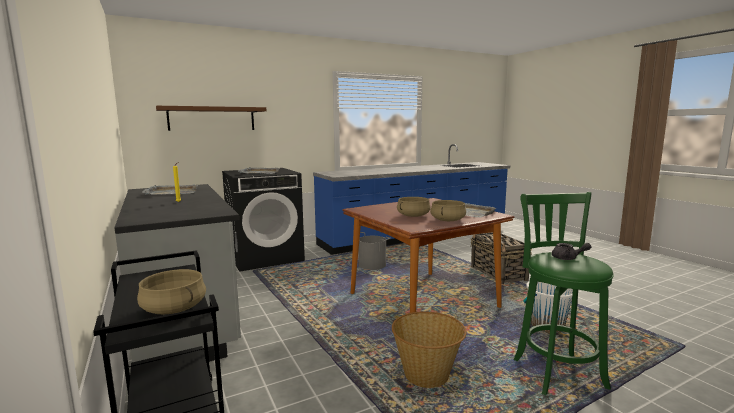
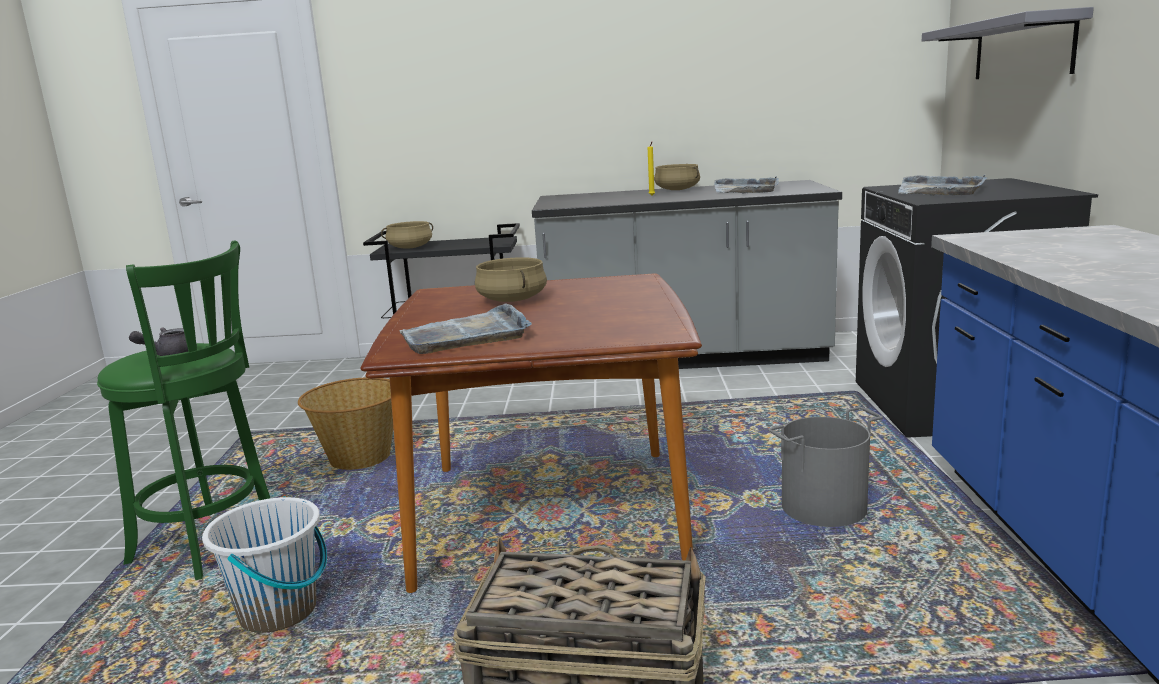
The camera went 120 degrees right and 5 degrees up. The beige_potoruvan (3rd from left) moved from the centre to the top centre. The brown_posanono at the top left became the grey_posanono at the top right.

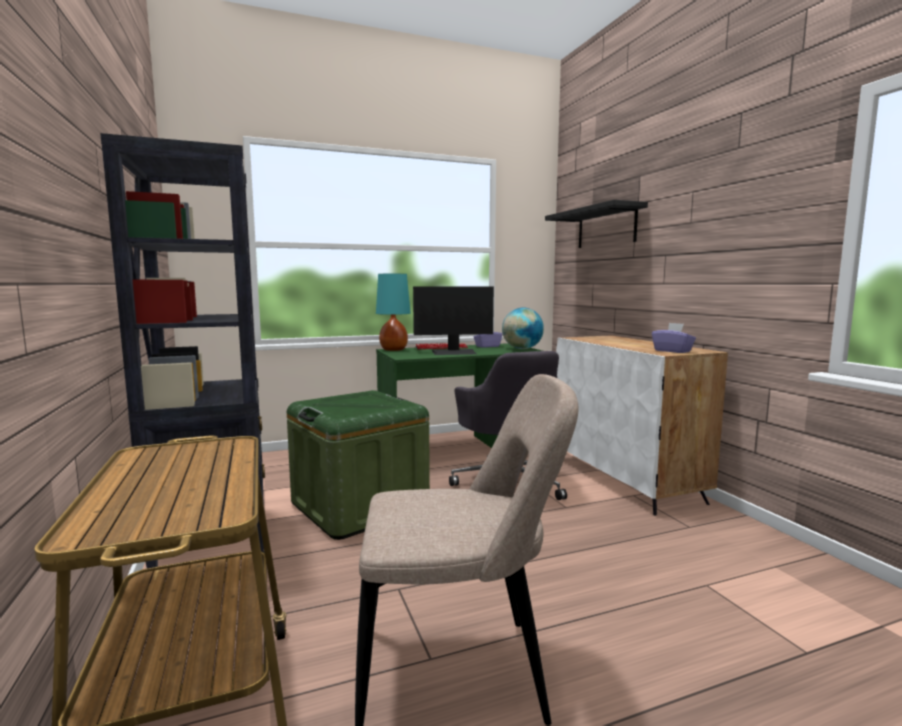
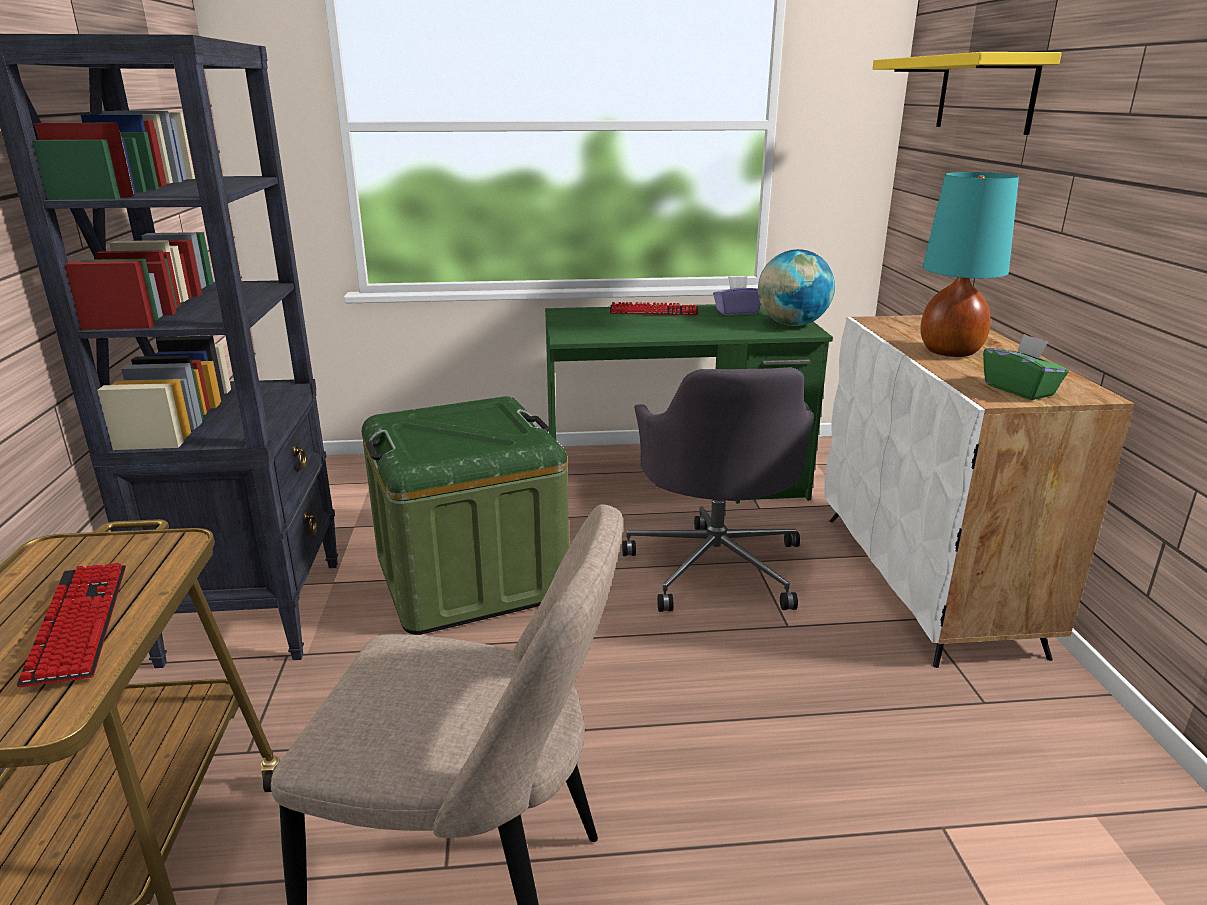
The camera went 15 degrees right and 15 degrees up. The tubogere (1st from left) at the bottom left appeared. The black_posanono at the top centre became the yellow_posanono at the top right. The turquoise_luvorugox moved from the centre to the top right. The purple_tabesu (2nd from left) at the middle right became the green_tabesu at the middle right. The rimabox at the centre disappeared.

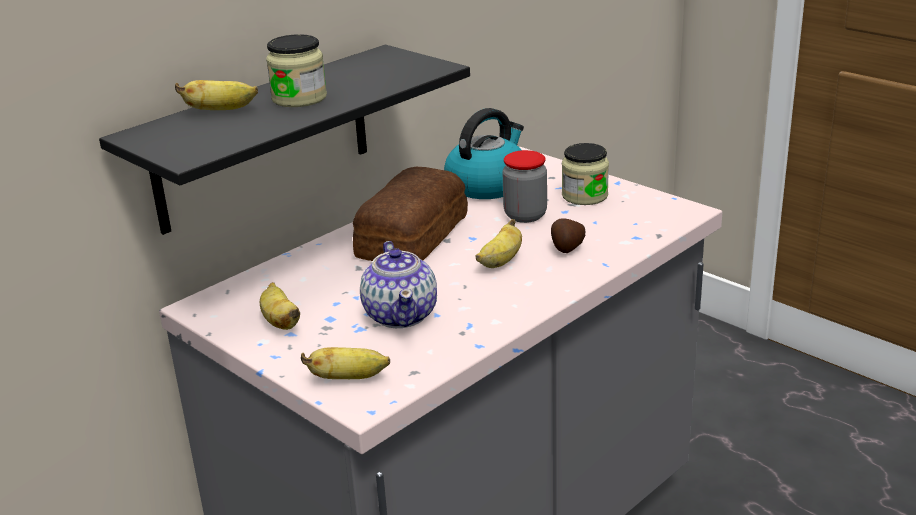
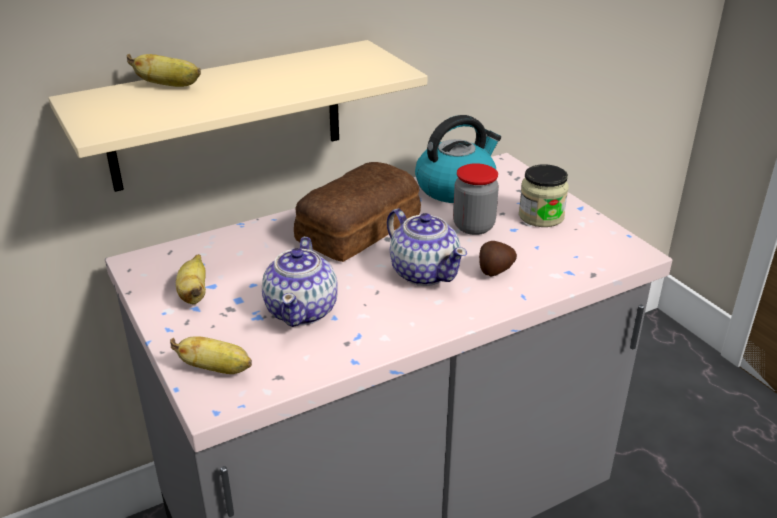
The camera went 15 degrees right and 5 degrees up. The black_posanono at the top left became the beige_posanono at the top left. The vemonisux (4th from left) at the centre was replaced by the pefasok (2nd from left) at the centre. The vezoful (1st from left) at the top left disappeared.

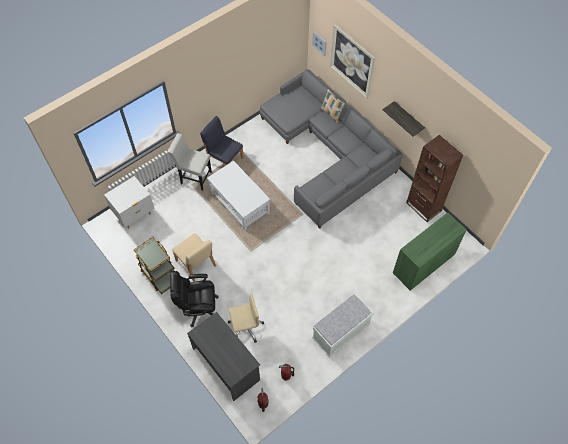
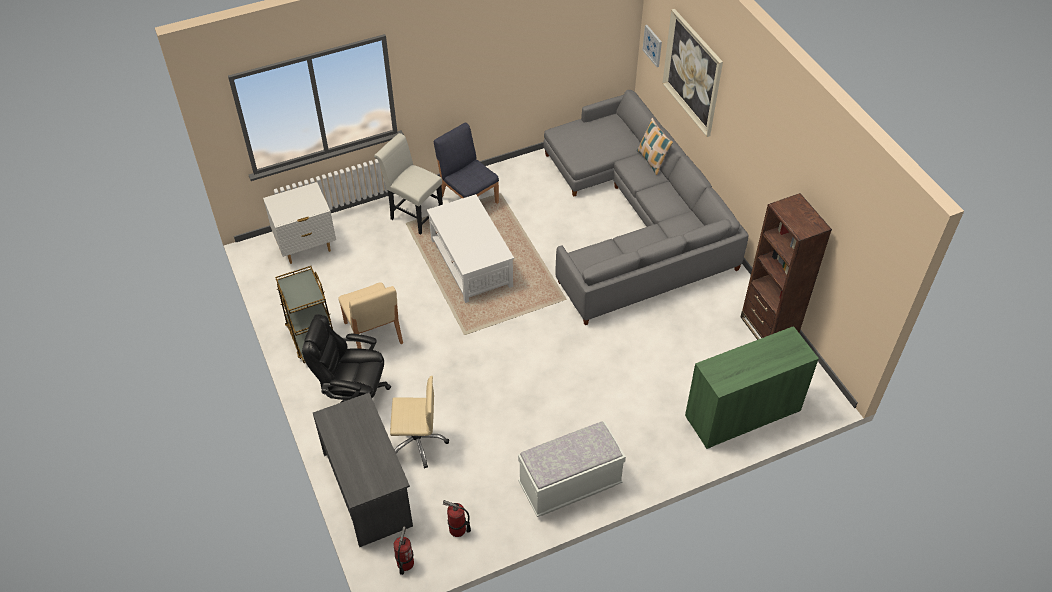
The camera went 15 degrees right and 10 degrees down. The posanono at the top right disappeared.

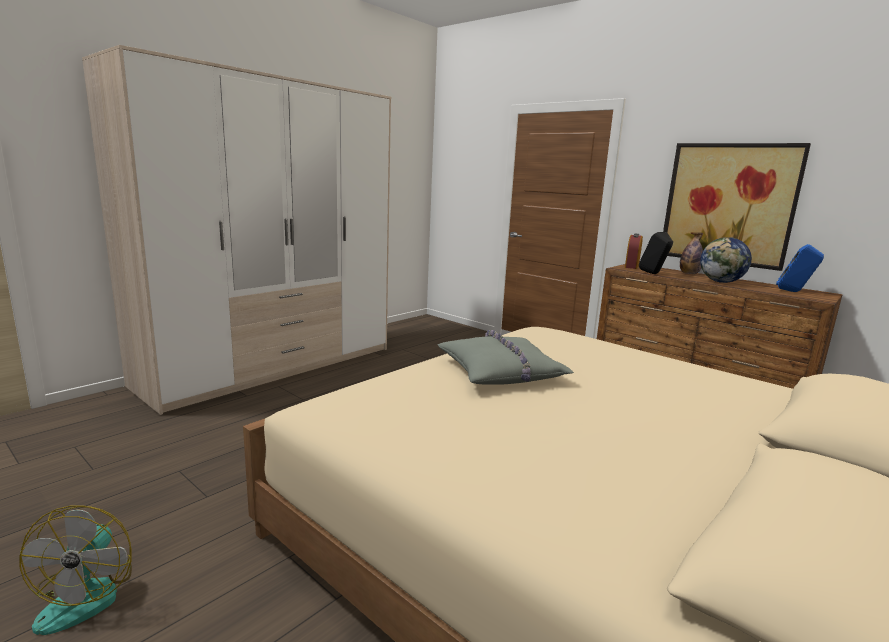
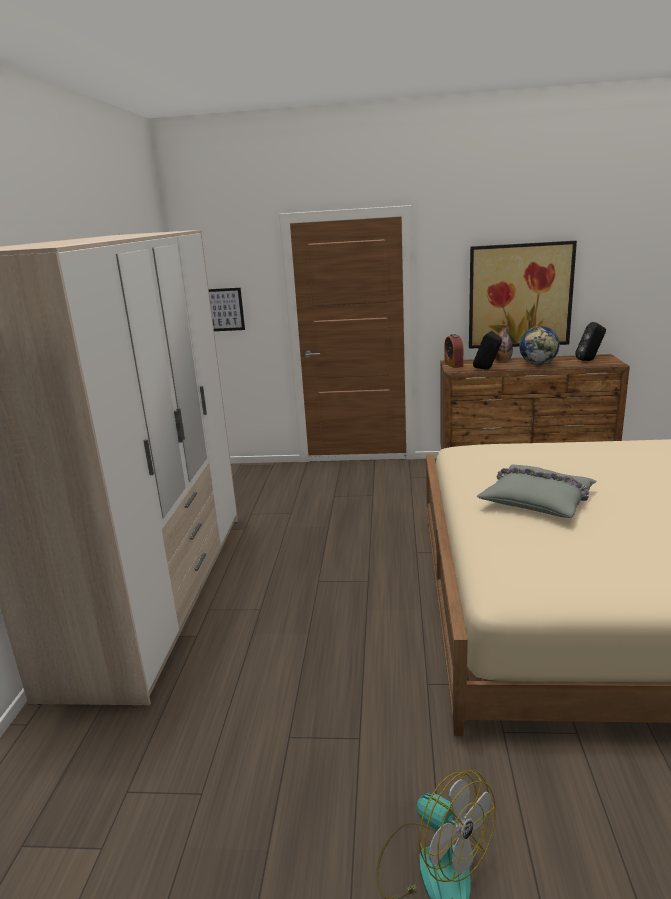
The camera went 35 degrees left and 5 degrees up. The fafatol (1st from left) at the centre appeared. The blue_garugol at the middle right became the black_garugol (2nd from left) at the middle right.

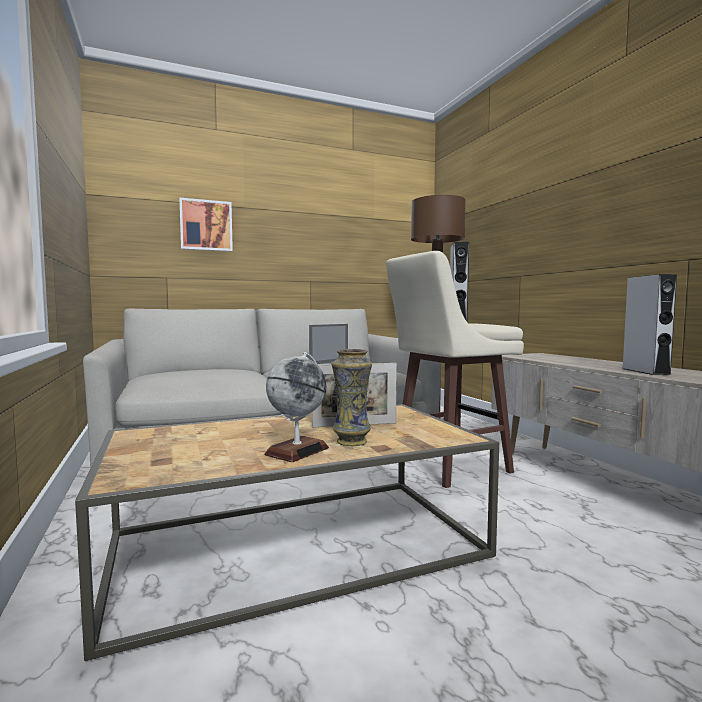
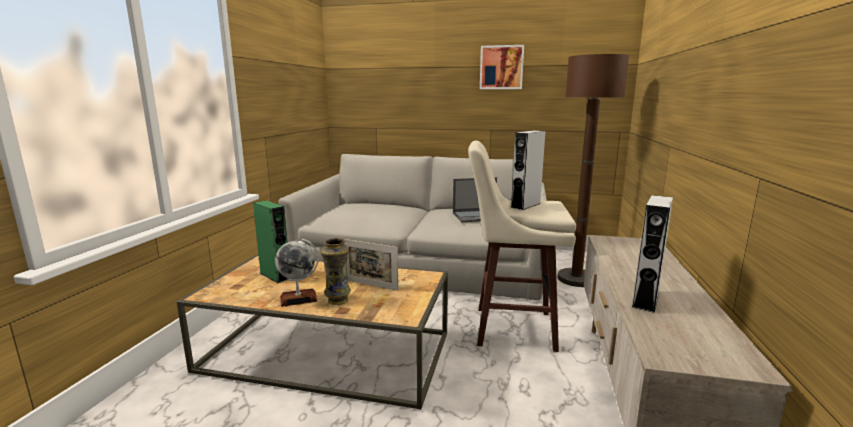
The camera went 35 degrees right and 10 degrees up. The green_garugol at the middle left appeared. The fafatol moved from the top left to the top centre.

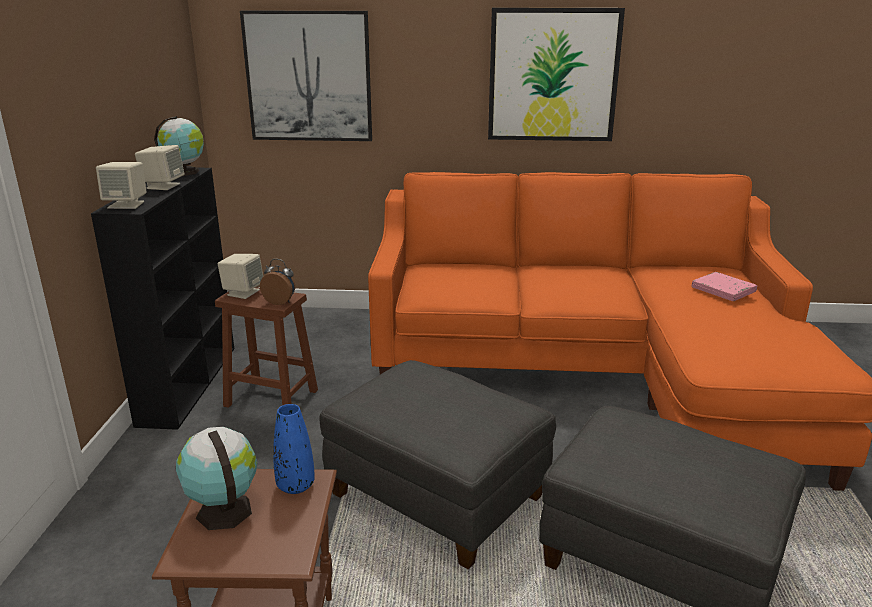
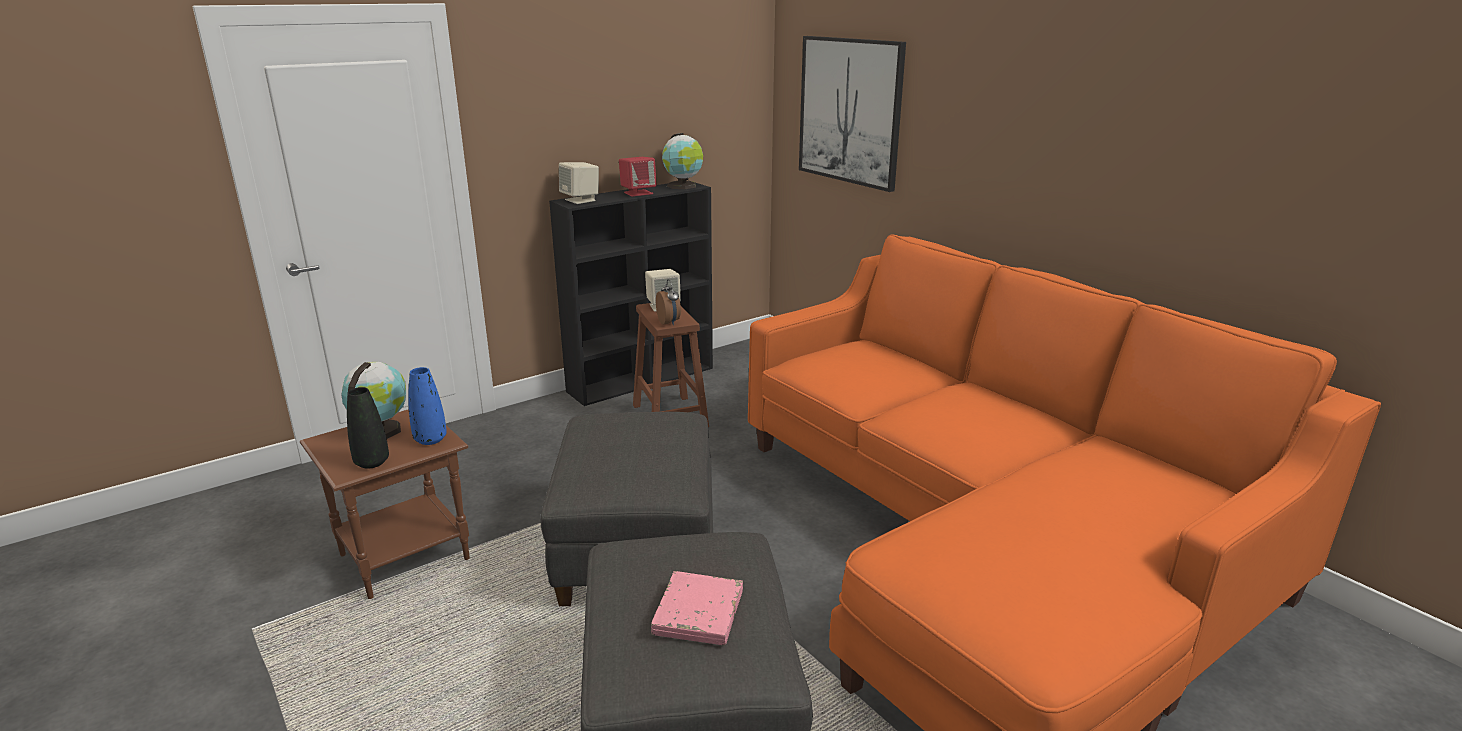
The camera went 50 degrees right and 0 degrees up. The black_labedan at the middle left appeared. The beige_garugol (2nd from left) at the top left became the red_garugol at the top centre. The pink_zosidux moved from the middle right to the bottom centre. The fafatol (2nd from left) at the top centre disappeared.

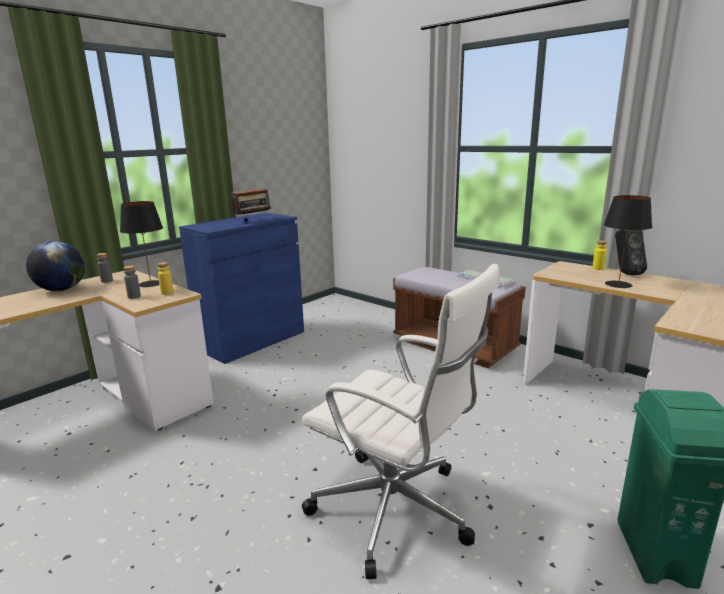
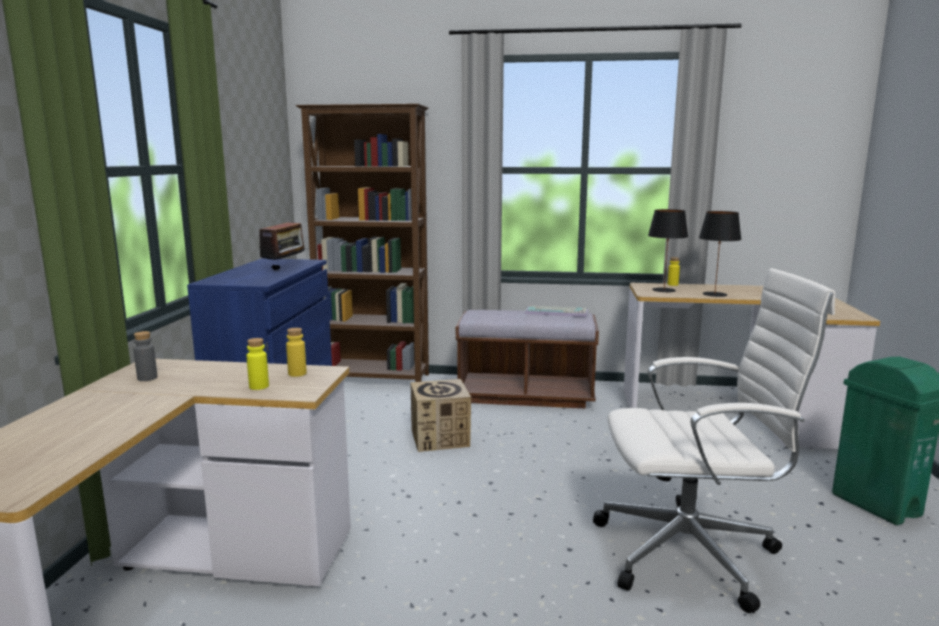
The camera went 35 degrees left and 5 degrees down. The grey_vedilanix (2nd from left) at the middle left became the yellow_vedilanix (1st from left) at the middle left. The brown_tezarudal at the centre appeared. The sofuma at the centre appeared. The black_luvorugox (1st from left) moved from the middle left to the middle right. The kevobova at the middle left disappeared. The black_garugol at the middle right disappeared.

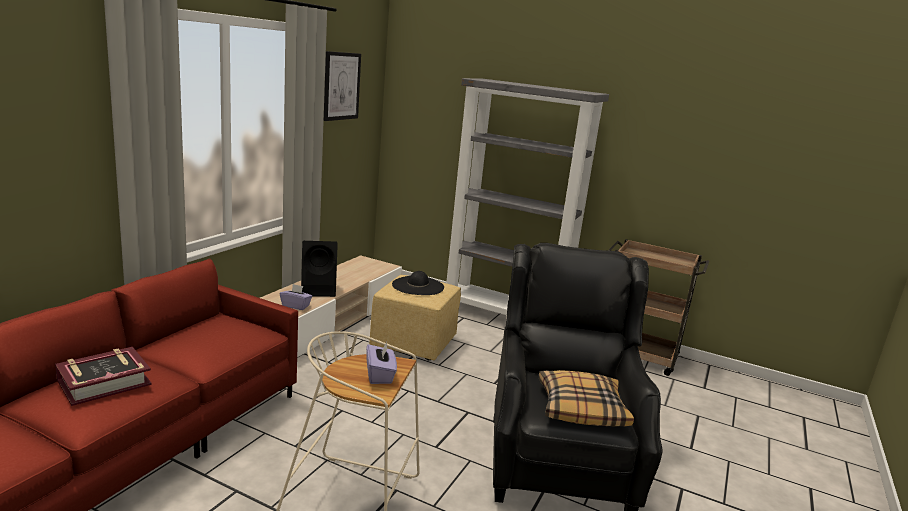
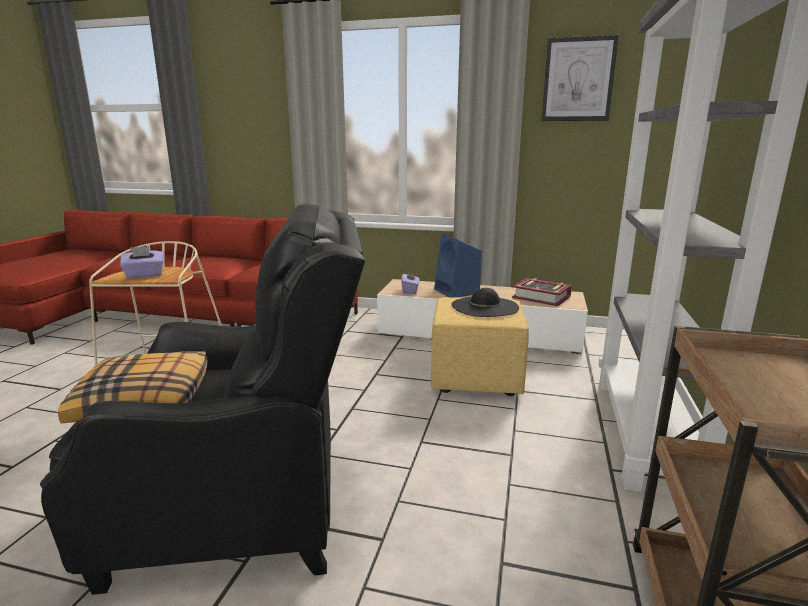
The camera went 80 degrees right and 0 degrees up. The black_garugol at the centre became the blue_garugol at the centre. The zosidux moved from the bottom left to the middle right.

